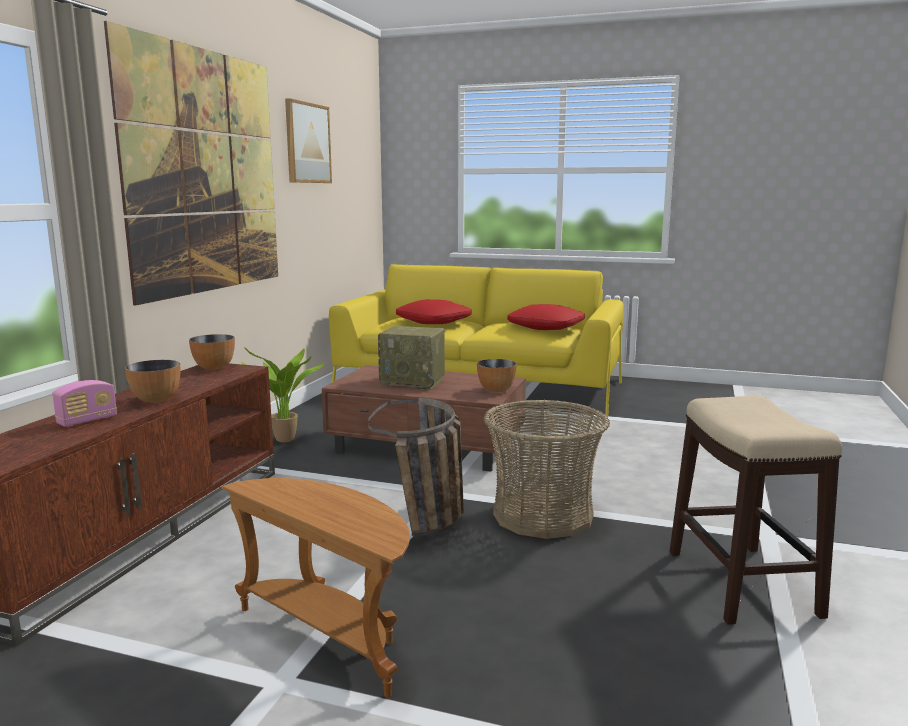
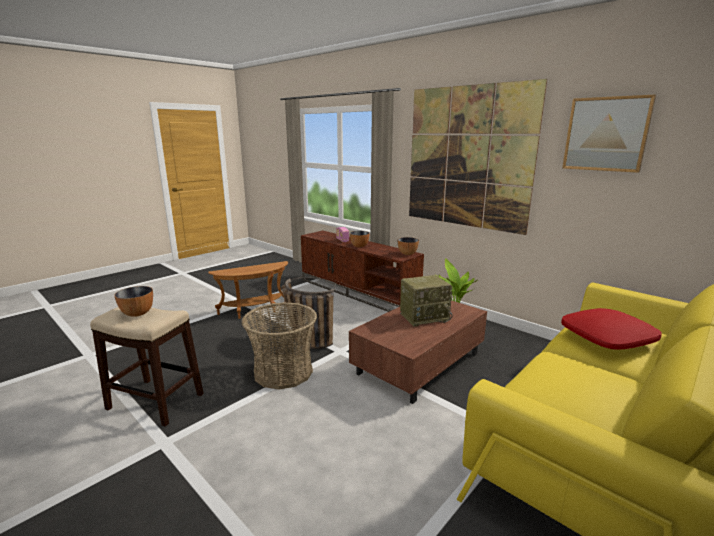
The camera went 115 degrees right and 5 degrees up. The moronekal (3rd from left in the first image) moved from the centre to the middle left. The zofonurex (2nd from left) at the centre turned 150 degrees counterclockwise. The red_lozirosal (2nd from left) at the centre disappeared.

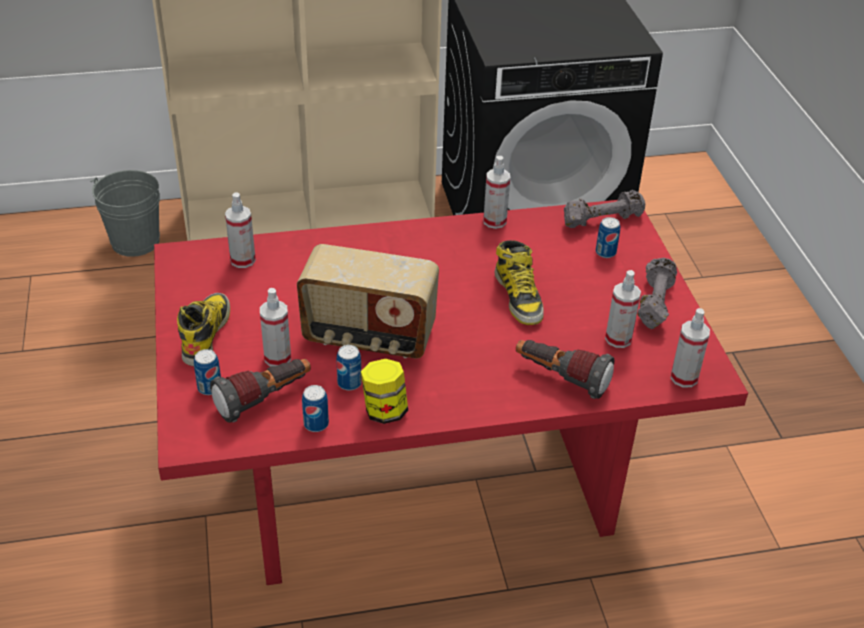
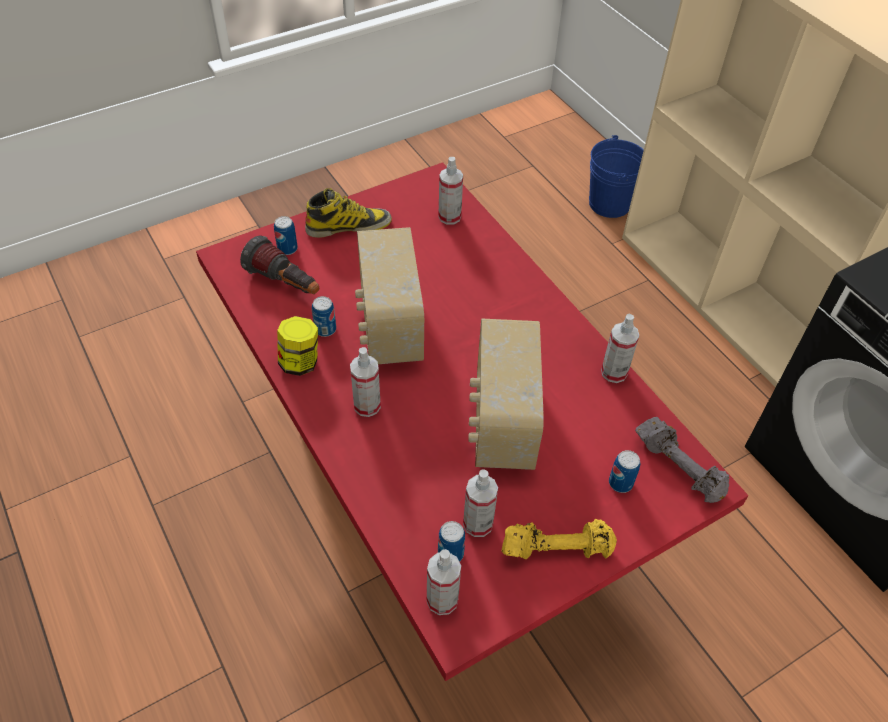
The camera went 70 degrees right and 10 degrees up. The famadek (2nd from left in the first image) moved from the middle left to the centre. The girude (2nd from left in the first image) moved from the centre to the bottom centre. The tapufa (2nd from left) at the centre was replaced by the zofonurex (2nd from left) at the centre. The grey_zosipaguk (2nd from left) at the middle right became the yellow_zosipaguk at the bottom centre. The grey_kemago at the middle left became the blue_kemago at the top right. The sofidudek (2nd from left) at the centre disappeared.

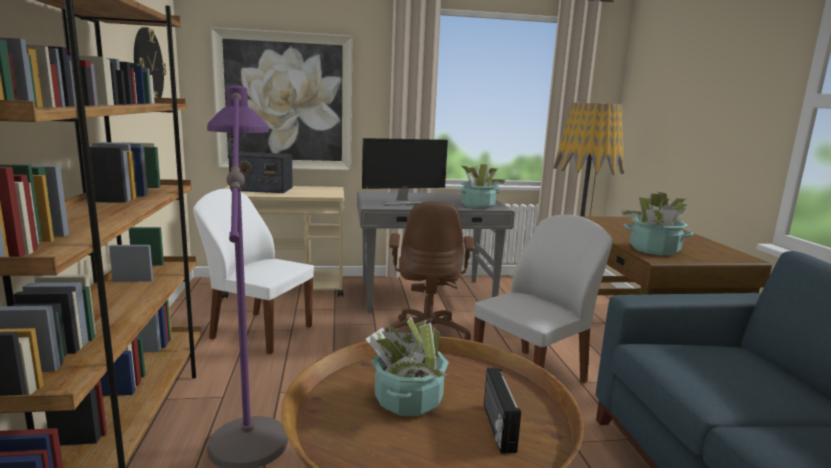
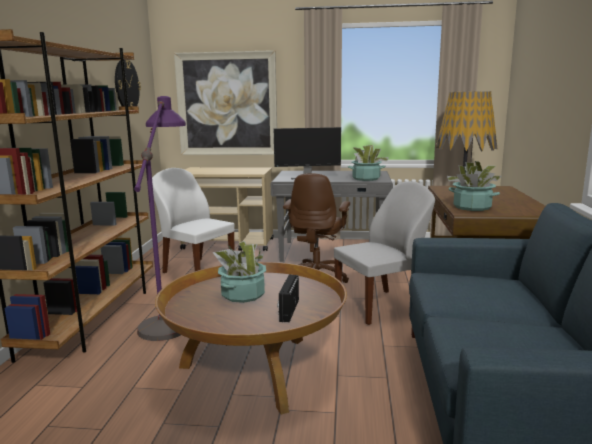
The camera went 15 degrees right and 0 degrees up. The zofonurex (1st from left) at the middle left disappeared.

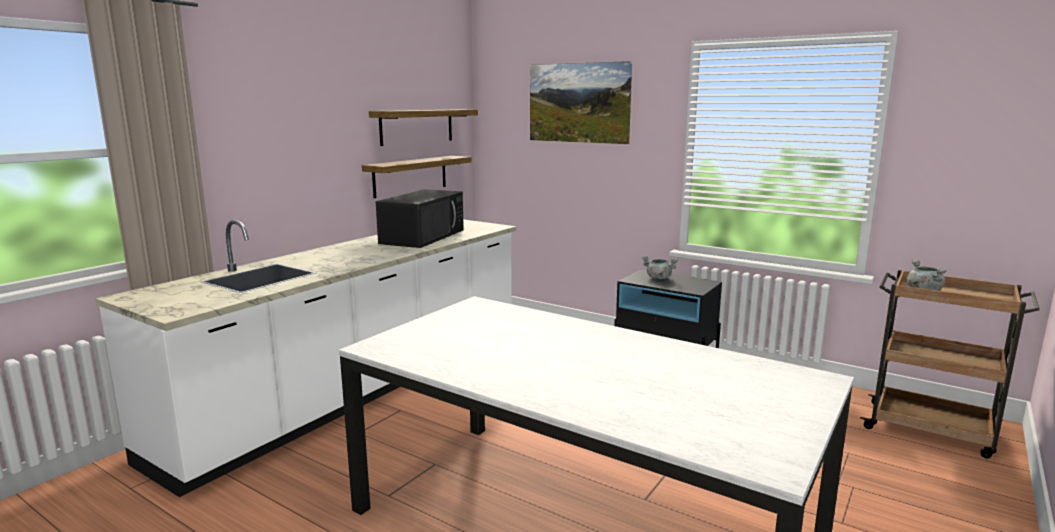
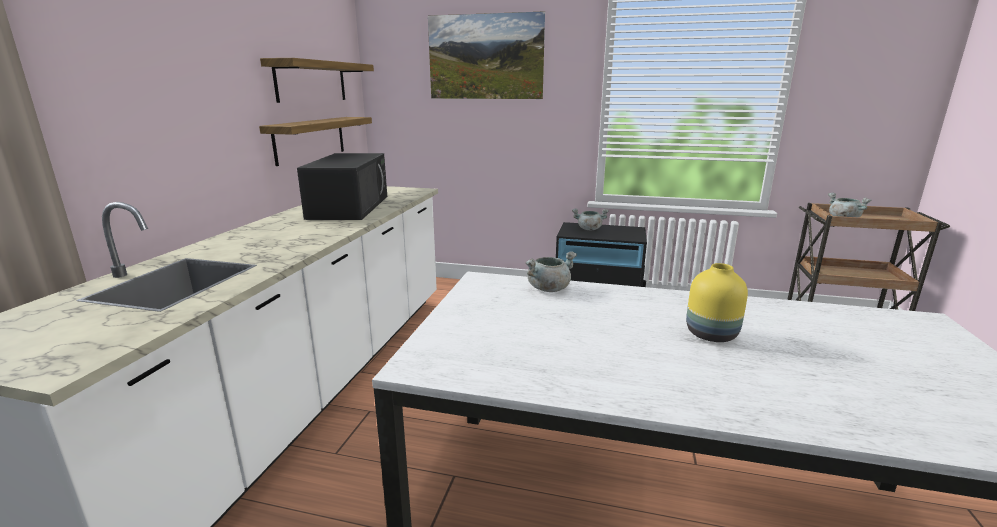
The camera went 20 degrees left and 5 degrees up. The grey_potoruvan (1st from left) at the centre appeared. The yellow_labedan at the middle right appeared.

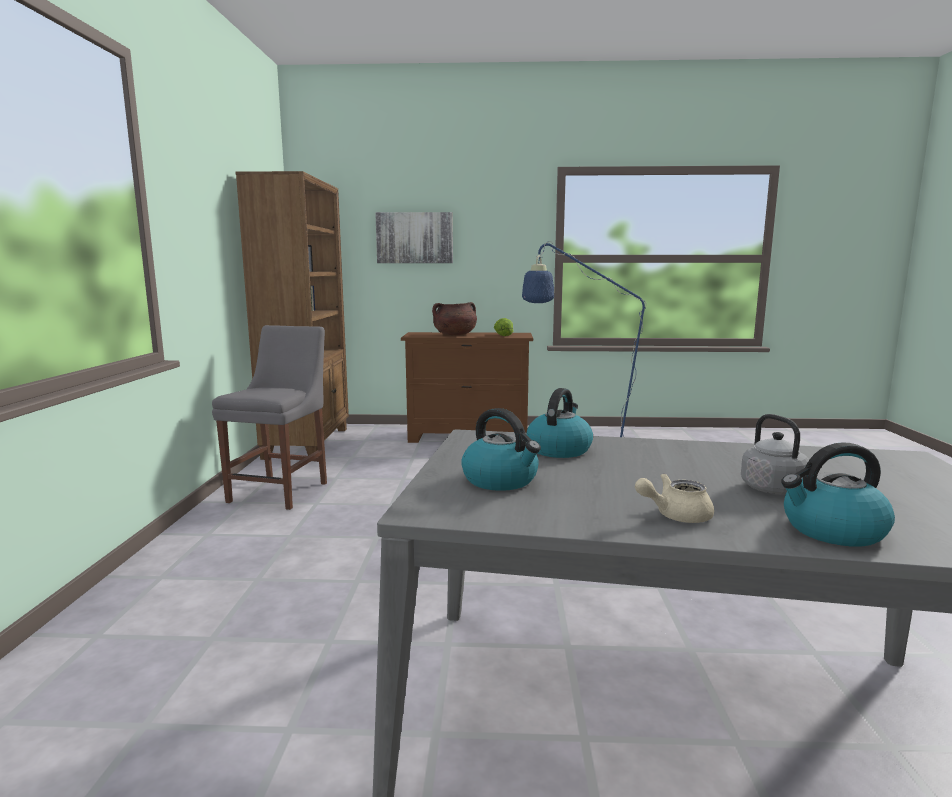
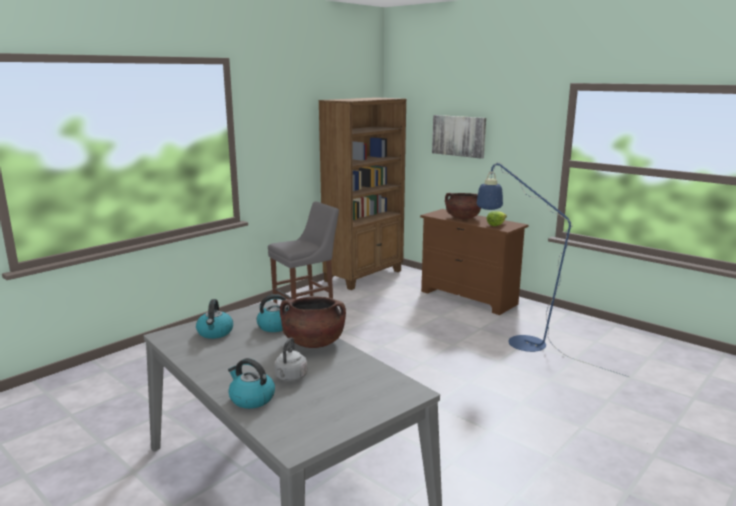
The camera went 40 degrees right and 5 degrees up. The brown_potoruvan (1st from left) at the centre appeared. The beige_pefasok at the middle right disappeared.

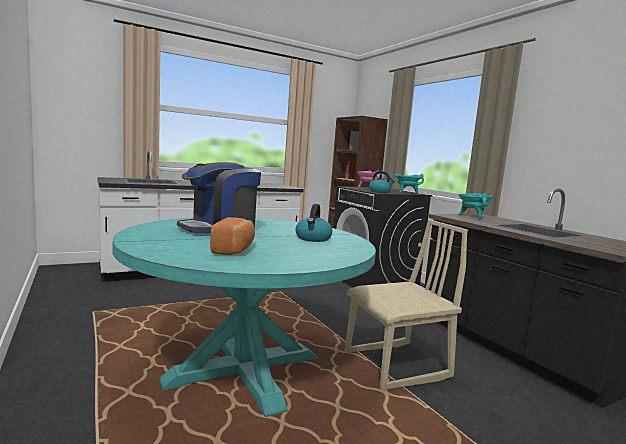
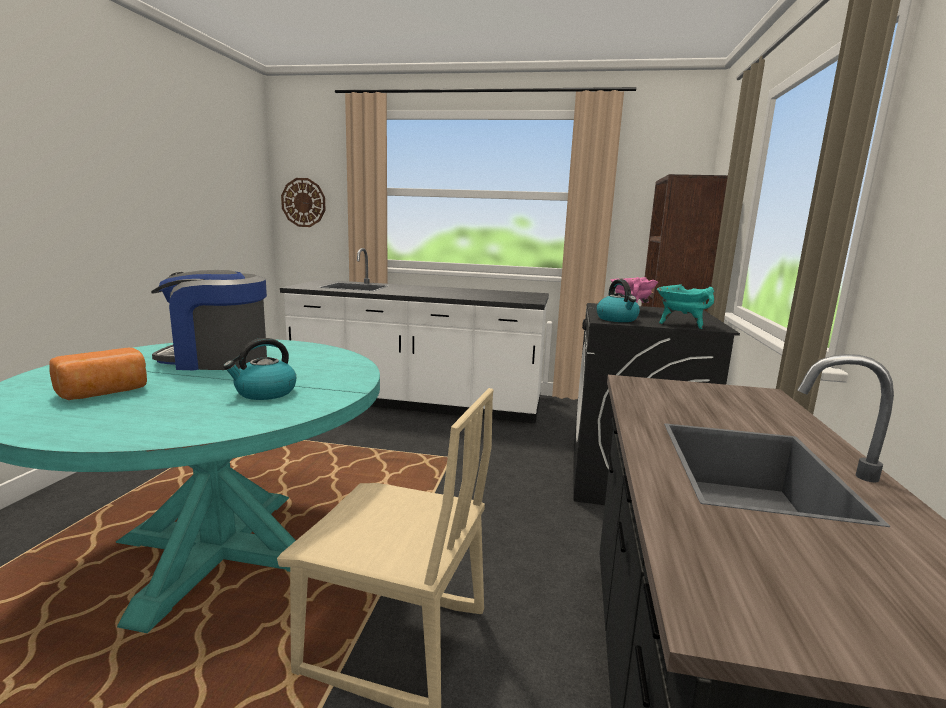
The camera went 40 degrees right and 5 degrees up. The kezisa at the top left appeared. The turquoise_potoruvan (2nd from left) at the middle right disappeared.

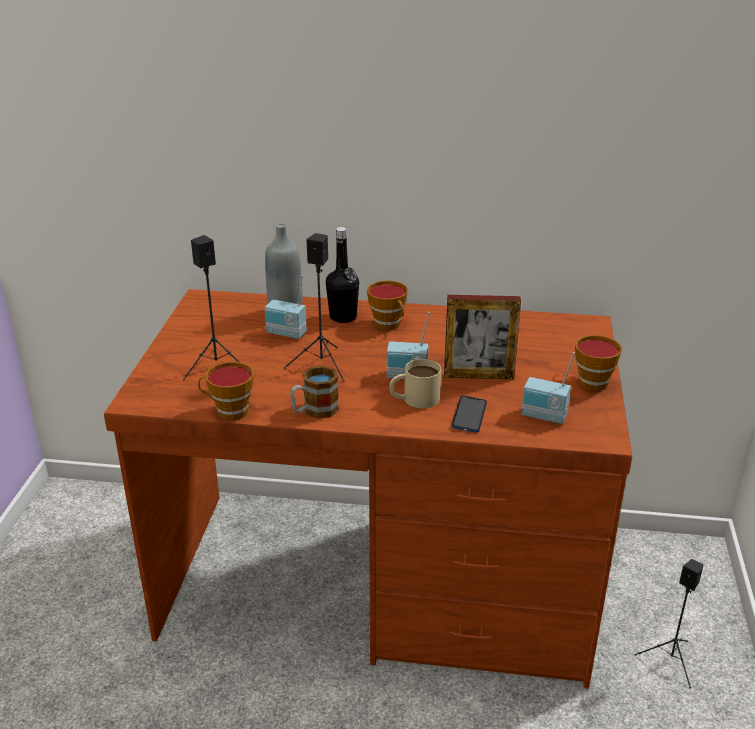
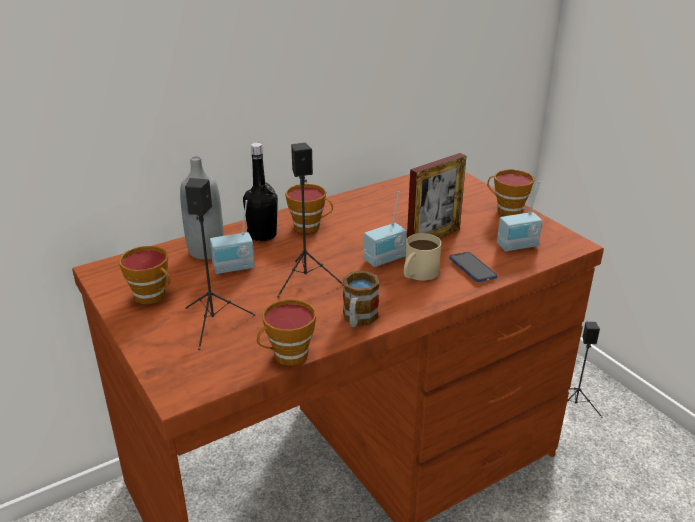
The camera went 40 degrees left and 0 degrees up. The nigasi (1st from left) at the middle left appeared.

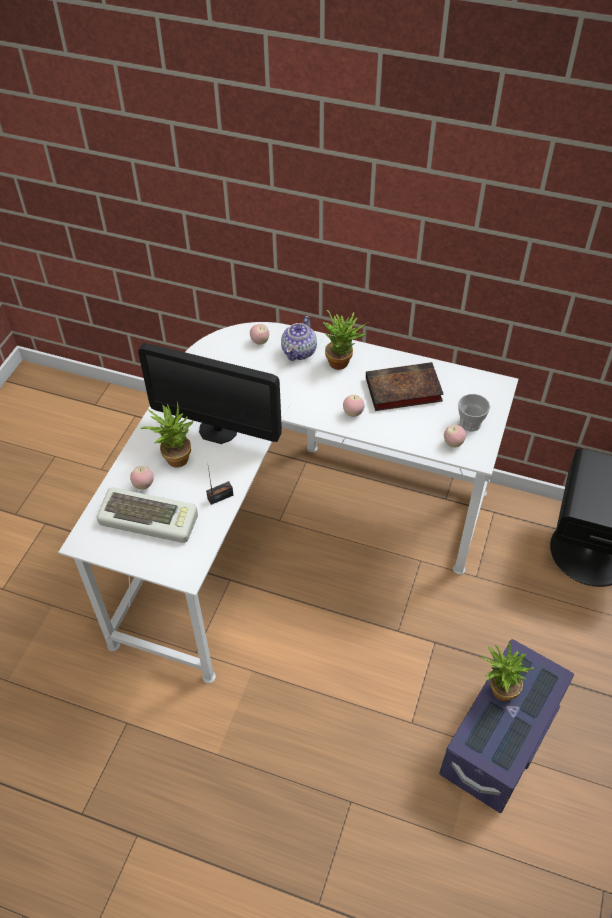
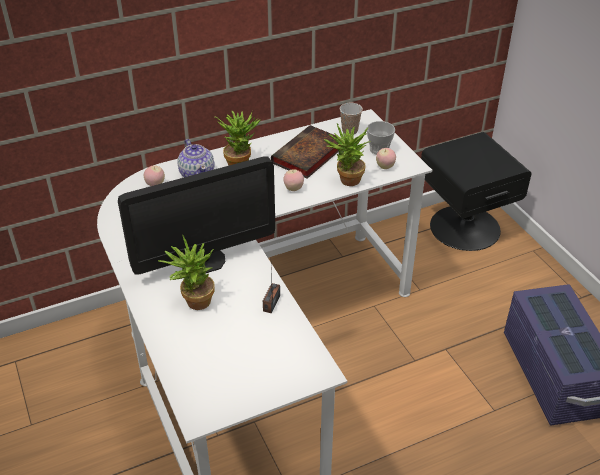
The camera went 45 degrees left and 10 degrees down. The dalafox (3rd from left) moved from the bottom right to the top centre. The nigasi (1st from left) at the top centre appeared. The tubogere at the middle left disappeared. The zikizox (1st from left) at the middle left disappeared.

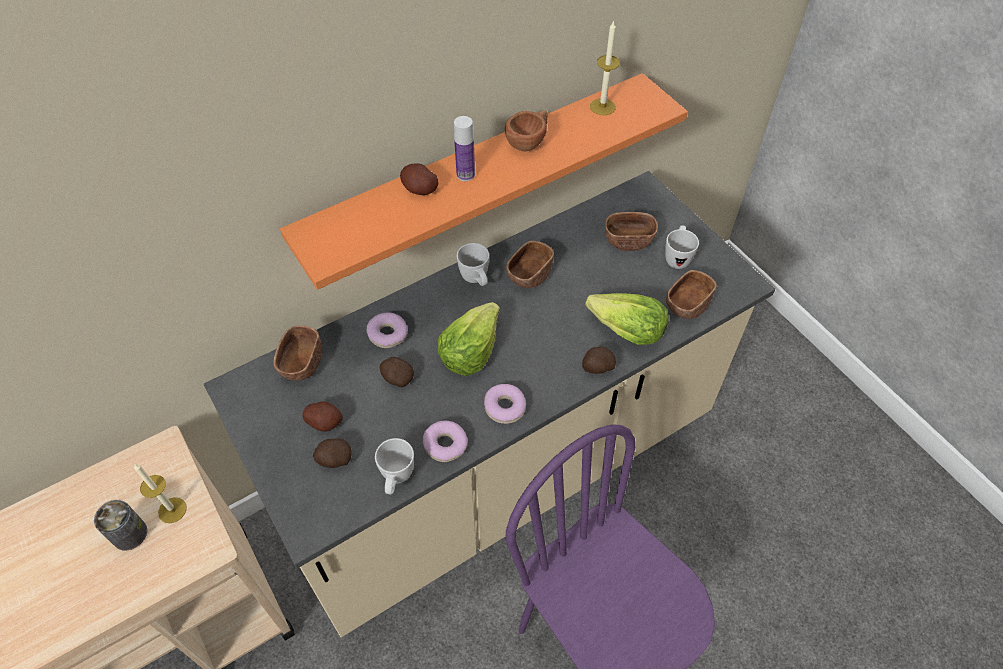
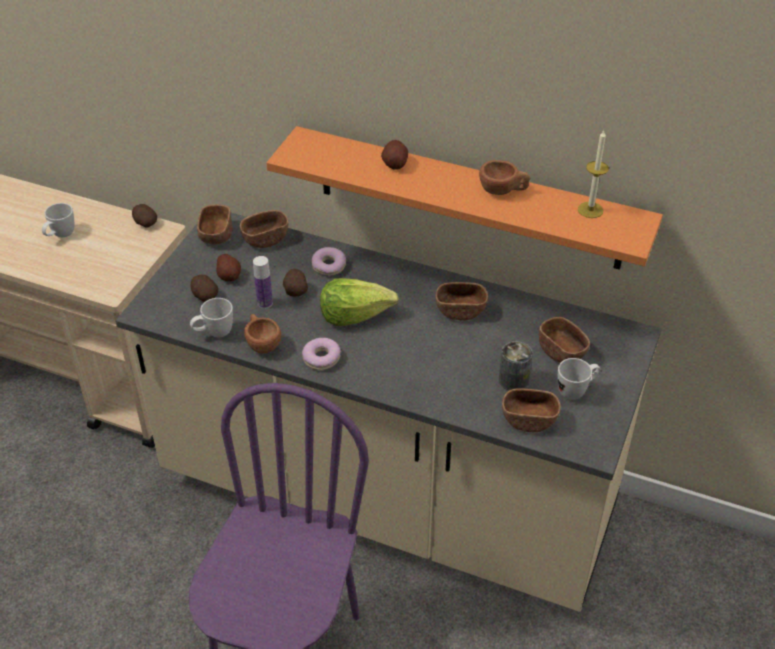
The camera went 55 degrees right and 10 degrees down. The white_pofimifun (2nd from left in the first image) moved from the centre to the middle left. The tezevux (5th from left in the first image) moved from the centre to the top left. The brown_moronekal (1st from left) at the middle left appeared. The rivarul (2nd from left) at the centre was replaced by the brown_nigasi (1st from left) at the centre. The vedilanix moved from the top centre to the centre. The girude moved from the bottom left to the centre. The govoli (1st from left) at the bottom left disappeared. The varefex (2nd from left) at the centre disappeared.

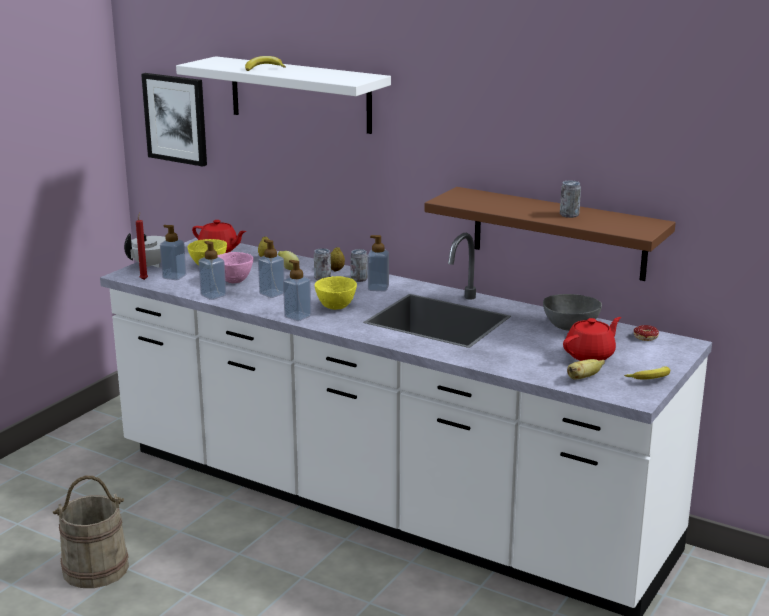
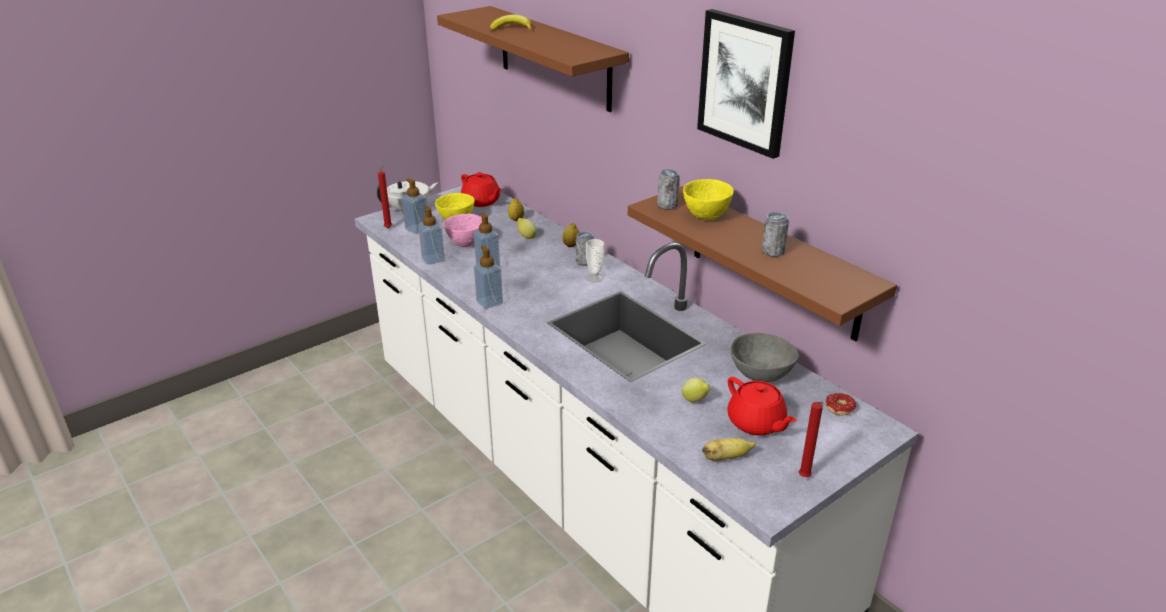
The camera went 20 degrees right and 10 degrees up. The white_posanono at the top centre became the brown_posanono (1st from left) at the top centre. The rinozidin (5th from left) at the centre was replaced by the nigasi at the centre. The girude (1st from left in the first image) moved from the centre to the top centre. The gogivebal (4th from left) at the centre appeared. The yellow_moronekal (2nd from left) moved from the centre to the top centre. The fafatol moved from the top left to the top centre. The red_pefasok (2nd from left) at the middle right turned 75 degrees clockwise. The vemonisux (3rd from left) at the middle right was replaced by the red_govoli (2nd from left) at the bottom right. The beige_kemago at the bottom left disappeared.

